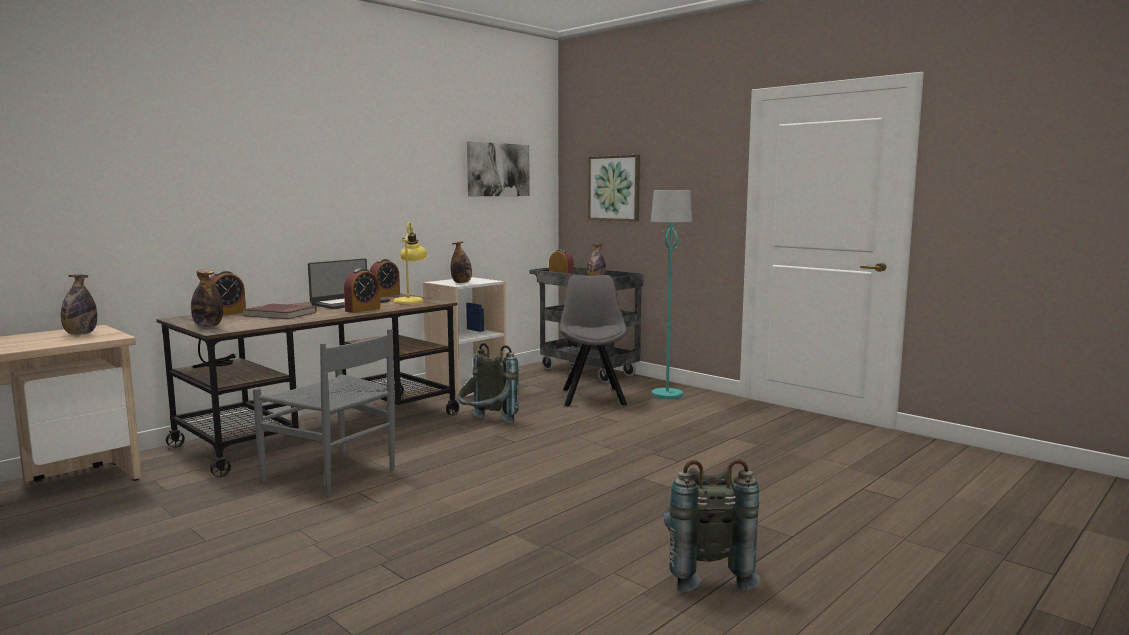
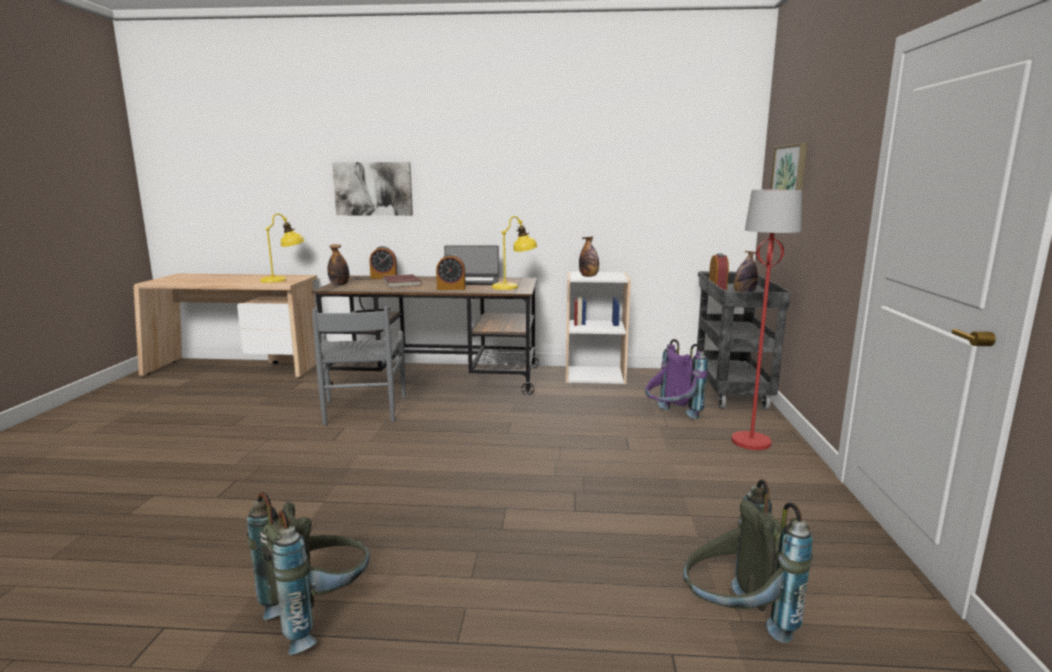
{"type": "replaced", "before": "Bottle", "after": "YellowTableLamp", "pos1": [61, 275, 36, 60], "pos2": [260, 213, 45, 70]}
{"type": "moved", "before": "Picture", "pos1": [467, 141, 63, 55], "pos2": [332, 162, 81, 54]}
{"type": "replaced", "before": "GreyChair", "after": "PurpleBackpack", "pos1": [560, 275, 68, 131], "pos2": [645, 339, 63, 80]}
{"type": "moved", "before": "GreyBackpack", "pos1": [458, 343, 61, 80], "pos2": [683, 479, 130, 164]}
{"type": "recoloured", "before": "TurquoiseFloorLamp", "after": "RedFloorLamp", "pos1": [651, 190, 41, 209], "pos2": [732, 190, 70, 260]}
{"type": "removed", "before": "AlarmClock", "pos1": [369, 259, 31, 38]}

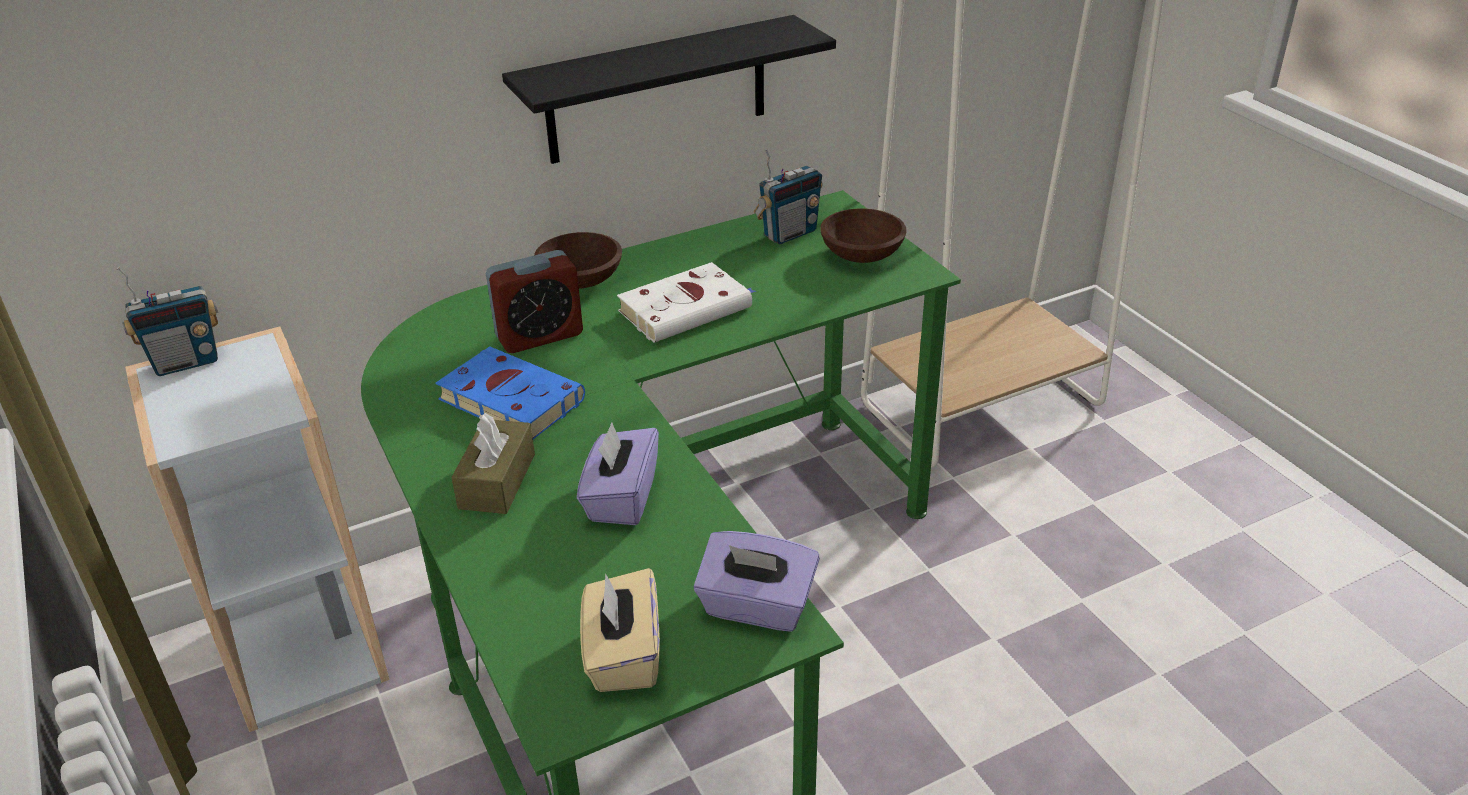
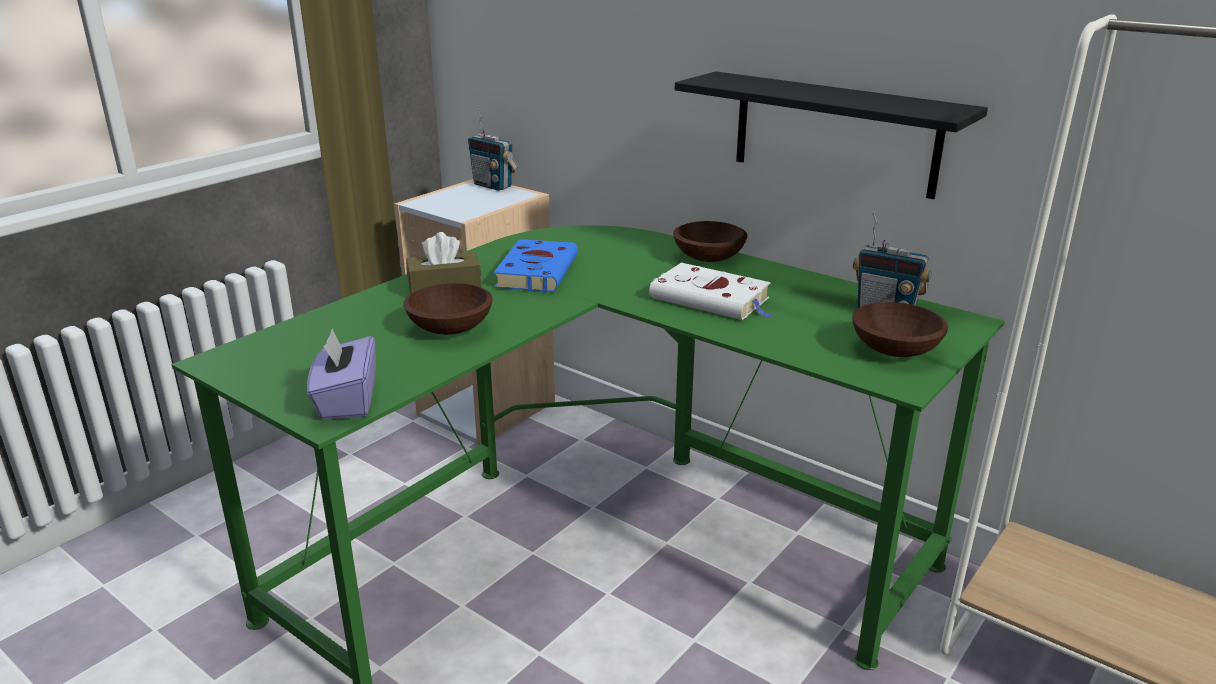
{"type": "replaced", "before": "PurpleTissueBox", "after": "BrownBowl", "pos1": [577, 422, 82, 103], "pos2": [403, 283, 90, 52]}
{"type": "removed", "before": "AlarmClock", "pos1": [486, 250, 97, 103]}
{"type": "removed", "before": "BeigeTissueBox", "pos1": [580, 568, 80, 124]}

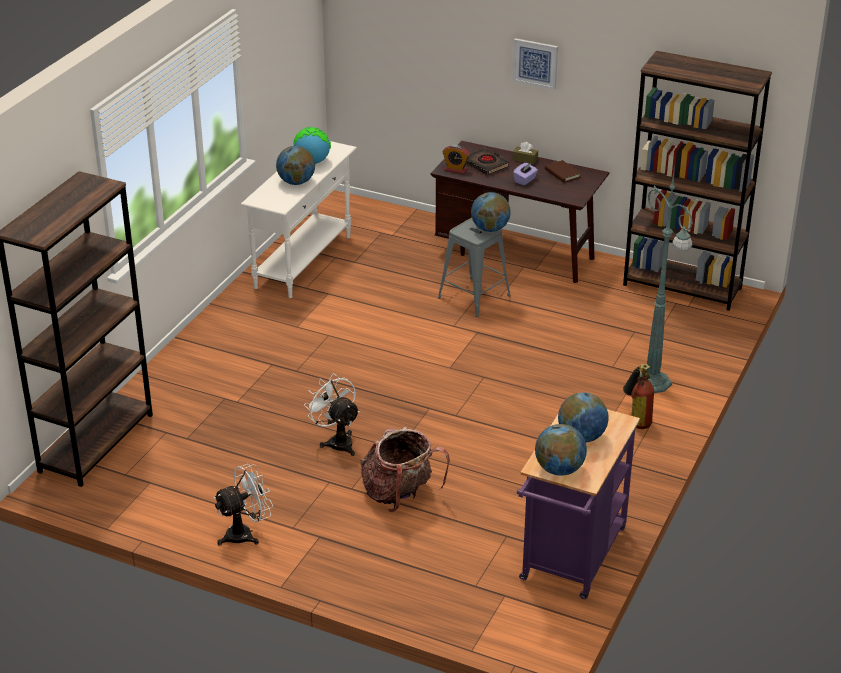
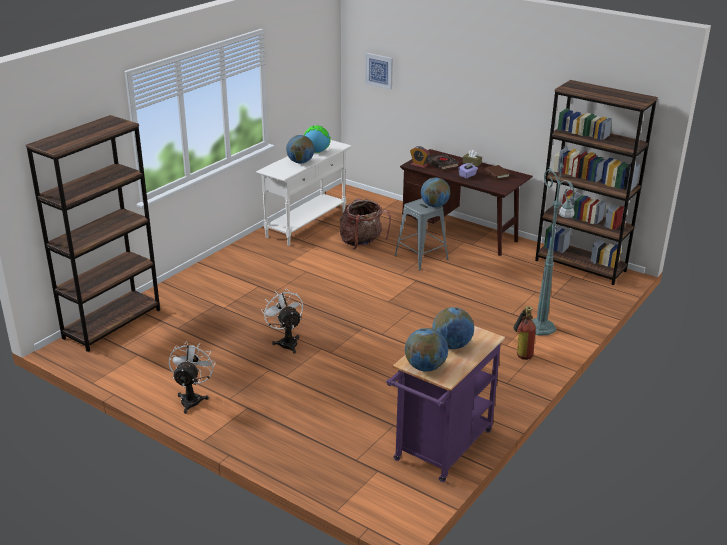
{"type": "turned", "before": "WhiteFan", "pos1": [213, 464, 60, 81], "pos2": [169, 341, 47, 73], "turn": -60}
{"type": "moved", "before": "Backpack", "pos1": [361, 427, 89, 85], "pos2": [339, 199, 52, 50]}
{"type": "moved", "before": "Picture", "pos1": [512, 38, 46, 52], "pos2": [365, 53, 28, 37]}

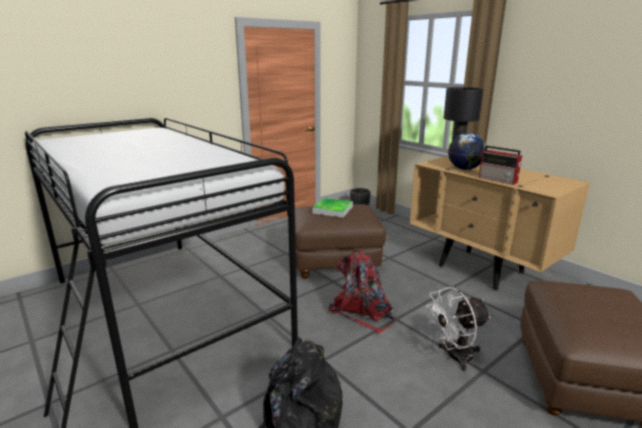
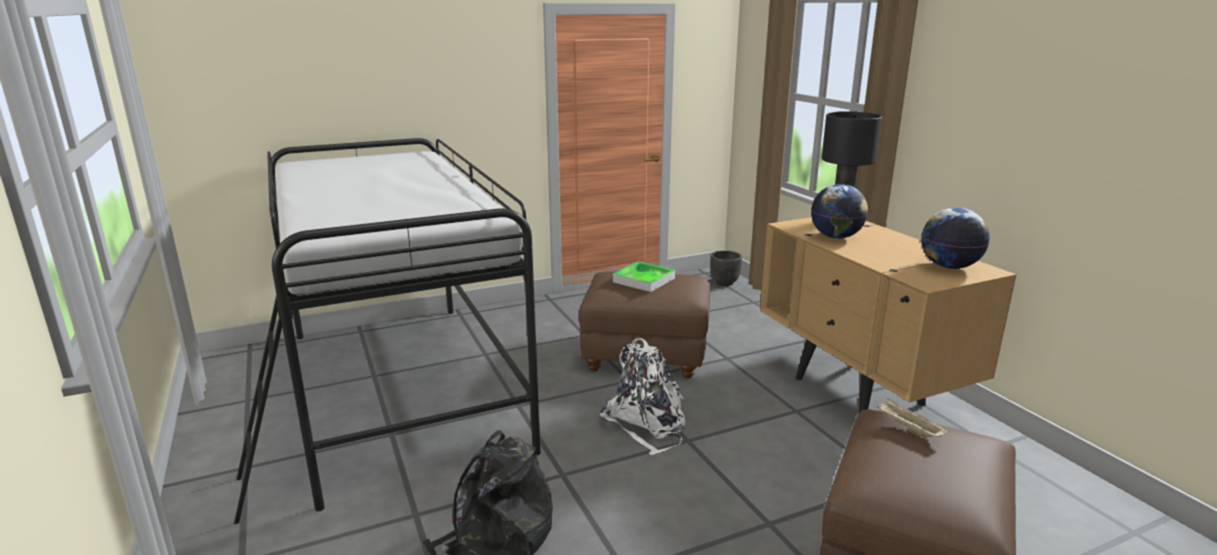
{"type": "recoloured", "before": "RedBackpack", "after": "WhiteBackpack", "pos1": [328, 250, 67, 84], "pos2": [600, 338, 85, 117]}
{"type": "added", "after": "BeigeTray", "pos2": [877, 398, 72, 39]}
{"type": "added", "after": "Globe", "pos2": [921, 207, 69, 62]}
{"type": "removed", "before": "WhiteFan", "pos1": [426, 287, 65, 85]}
{"type": "removed", "before": "Radio", "pos1": [479, 145, 43, 40]}

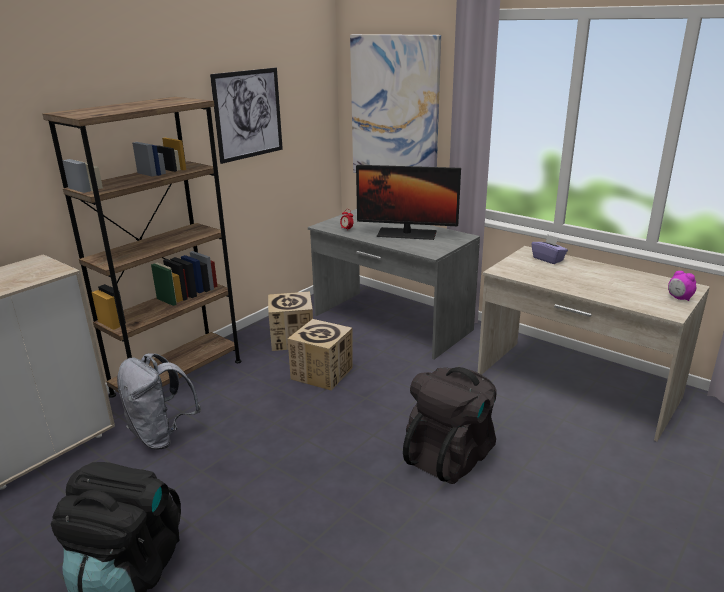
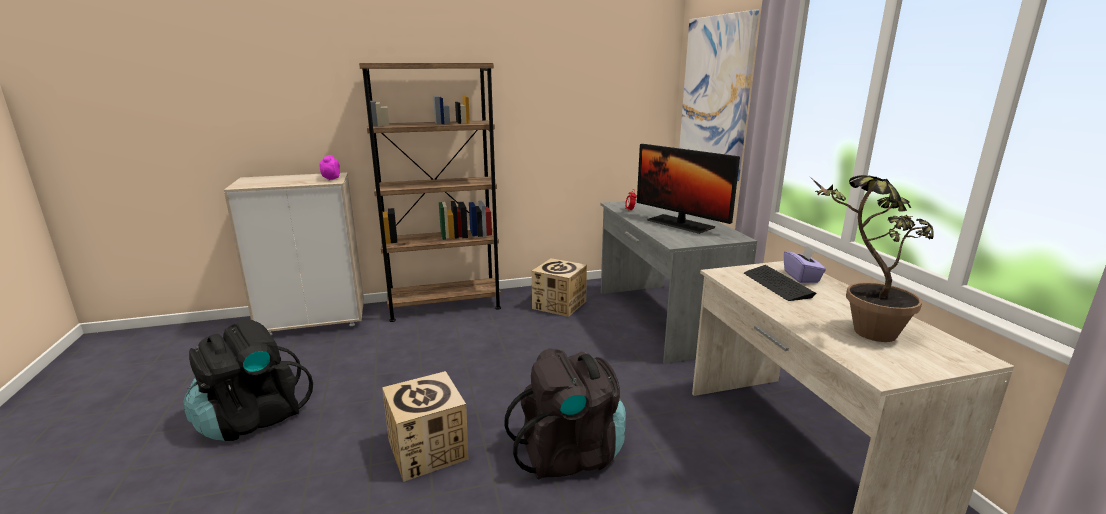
{"type": "moved", "before": "AlarmClock", "pos1": [668, 271, 28, 30], "pos2": [319, 155, 21, 25]}
{"type": "moved", "before": "CardboardBox", "pos1": [288, 319, 65, 71], "pos2": [382, 371, 86, 111]}
{"type": "added", "after": "Keyboard", "pos2": [744, 265, 72, 36]}
{"type": "added", "after": "PottedPlant", "pos2": [809, 175, 125, 167]}
{"type": "removed", "before": "GreyBackpack", "pos1": [117, 353, 84, 96]}
{"type": "removed", "before": "Picture", "pos1": [210, 68, 73, 96]}

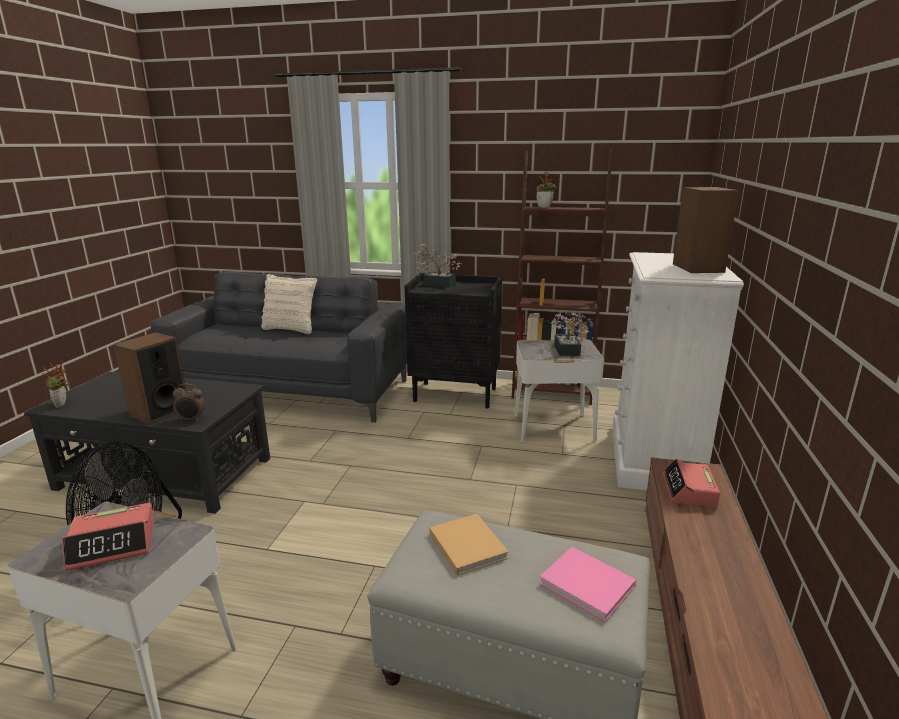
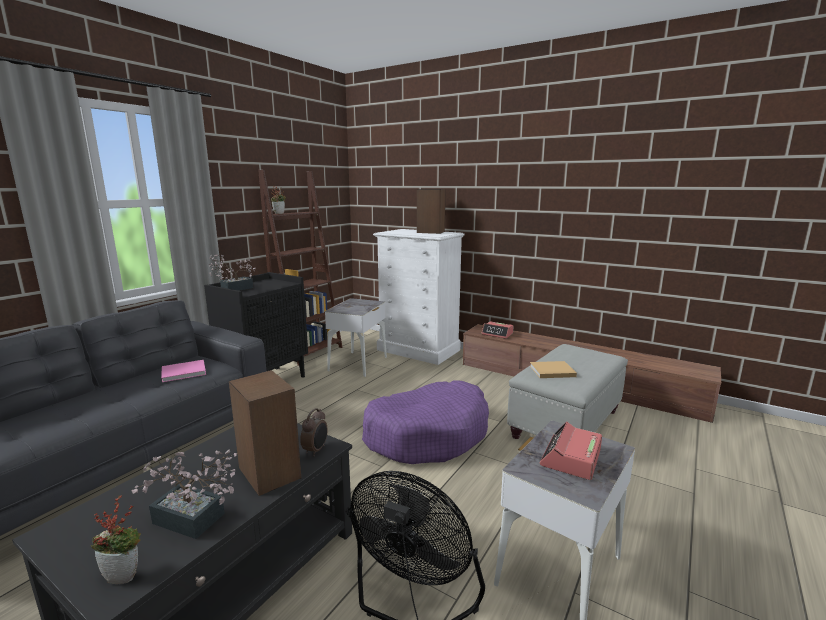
{"type": "moved", "before": "PottedPlant", "pos1": [550, 311, 43, 45], "pos2": [132, 449, 105, 90]}
{"type": "moved", "before": "PinkBook", "pos1": [539, 547, 97, 75], "pos2": [161, 360, 45, 22]}
{"type": "added", "after": "PurpleDogBed", "pos2": [362, 380, 127, 84]}
{"type": "turned", "before": "AlarmClock", "pos1": [62, 503, 93, 68], "pos2": [540, 422, 62, 58], "turn": -150}
{"type": "removed", "before": "BeigePillow", "pos1": [261, 274, 56, 60]}

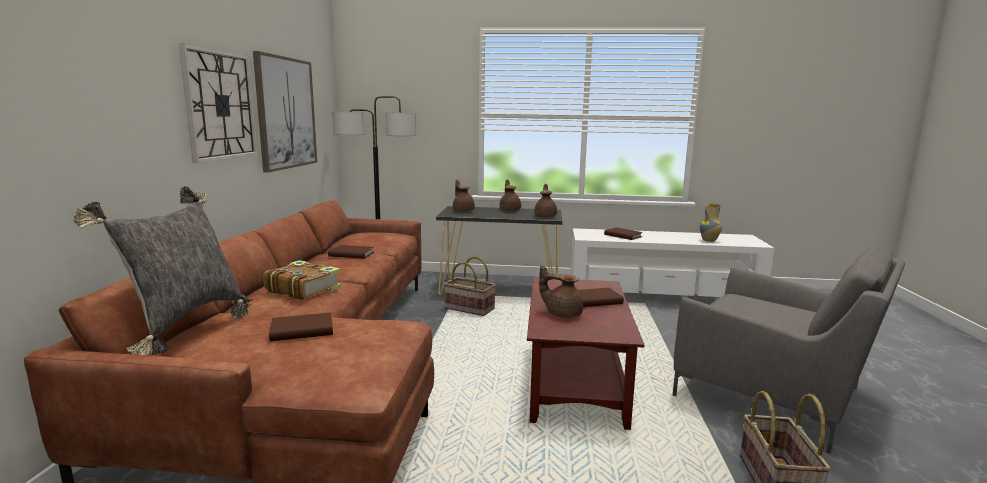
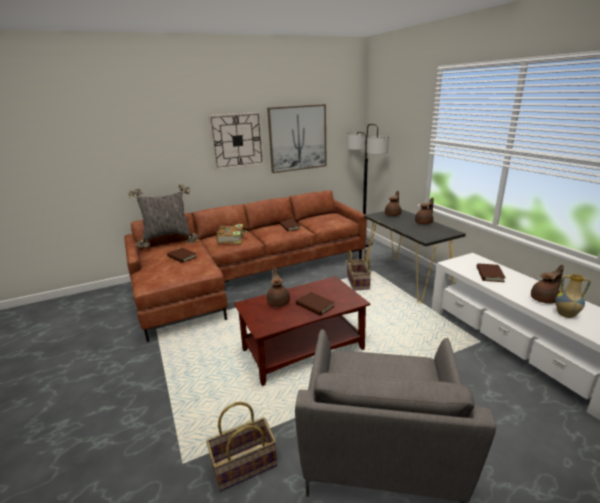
{"type": "moved", "before": "BrownTeapot", "pos1": [534, 184, 23, 34], "pos2": [531, 265, 33, 39]}

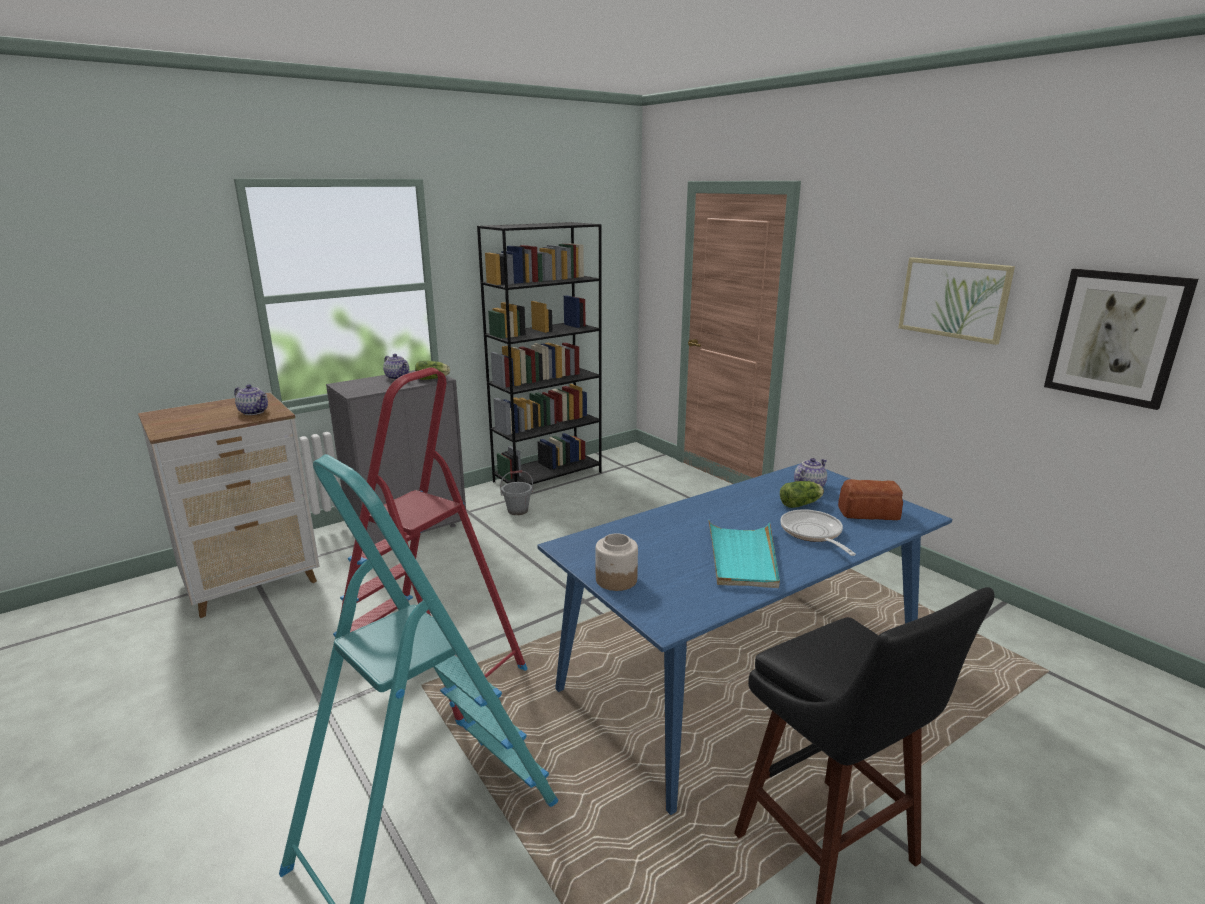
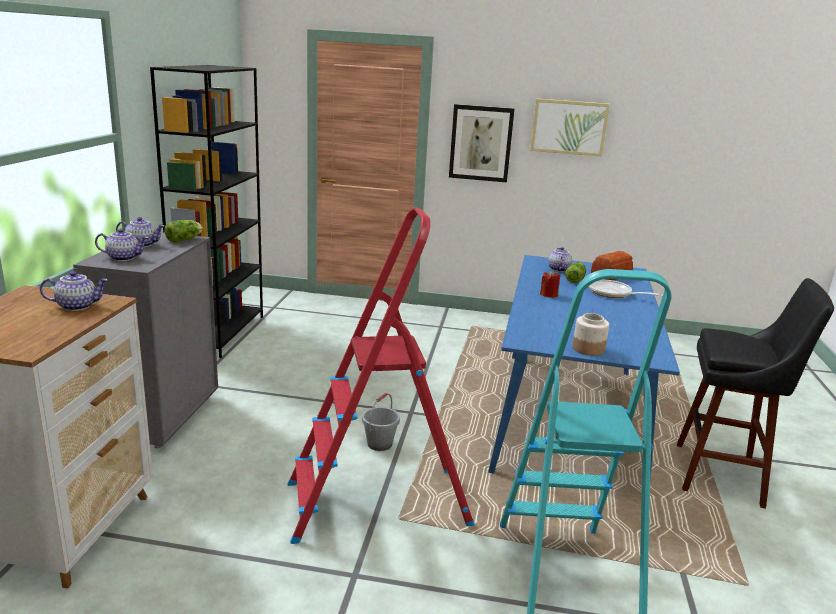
{"type": "added", "after": "Teapot", "pos2": [95, 229, 53, 32]}
{"type": "moved", "before": "GreyBucket", "pos1": [500, 470, 33, 45], "pos2": [362, 393, 38, 58]}
{"type": "moved", "before": "Picture", "pos1": [1044, 269, 154, 141], "pos2": [449, 104, 66, 78]}
{"type": "added", "after": "RedCandle", "pos2": [540, 271, 20, 27]}
{"type": "removed", "before": "TurquoiseTray", "pos1": [709, 520, 71, 68]}

